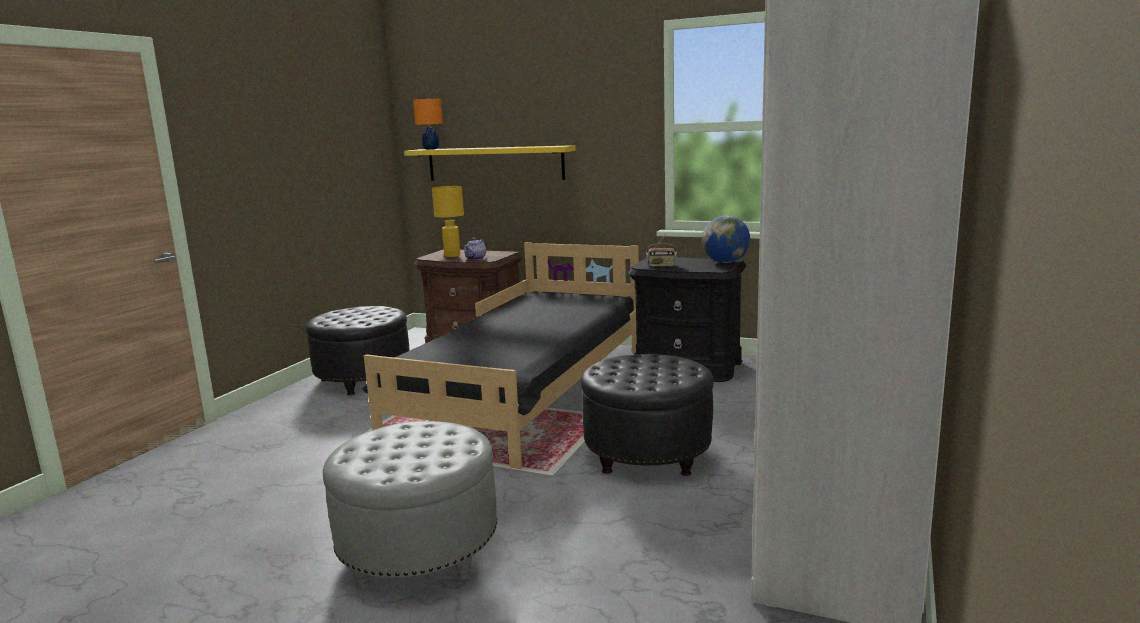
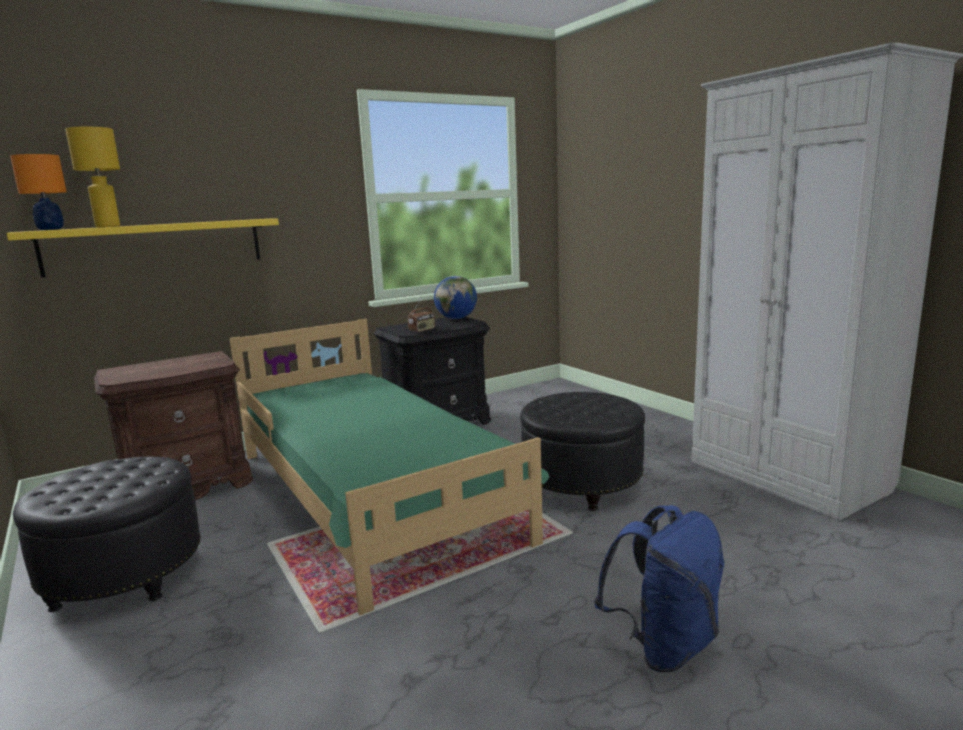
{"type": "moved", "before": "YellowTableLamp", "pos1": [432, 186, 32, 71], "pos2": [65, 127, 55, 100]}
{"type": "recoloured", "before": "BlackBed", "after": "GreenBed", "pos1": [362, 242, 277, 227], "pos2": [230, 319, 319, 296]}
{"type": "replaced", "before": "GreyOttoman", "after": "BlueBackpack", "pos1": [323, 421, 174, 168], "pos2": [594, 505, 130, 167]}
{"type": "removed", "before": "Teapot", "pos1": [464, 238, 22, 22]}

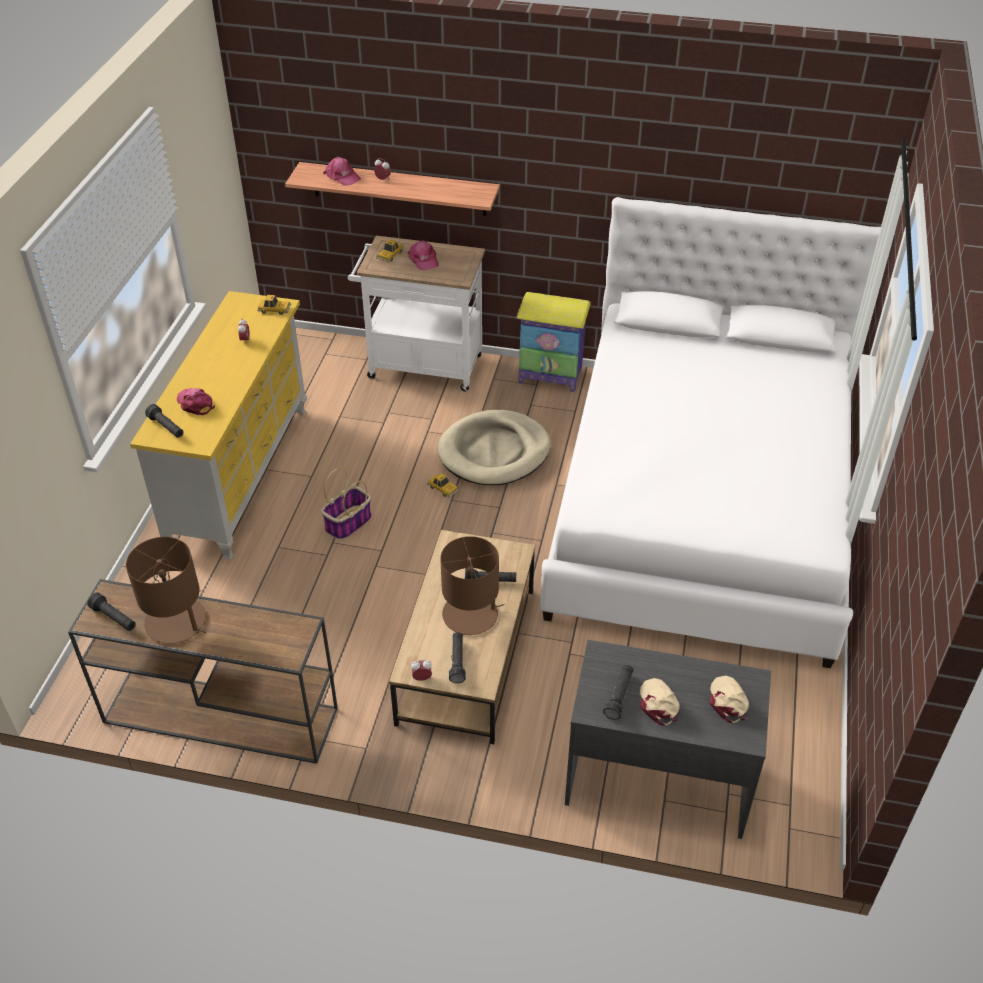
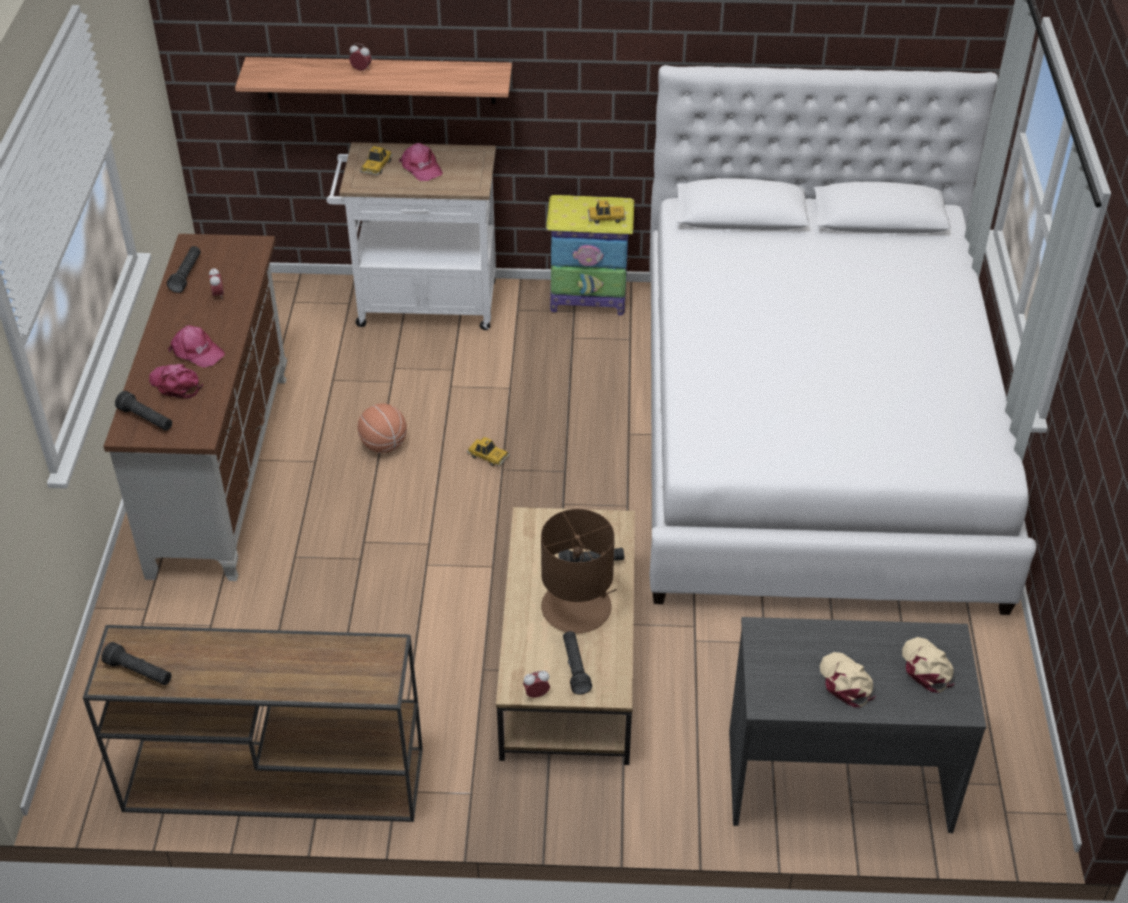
{"type": "recoloured", "before": "YellowDresser", "after": "BrownDresser", "pos1": [130, 291, 177, 269], "pos2": [104, 234, 183, 347]}
{"type": "moved", "before": "BlackFlashlight", "pos1": [603, 665, 30, 55], "pos2": [167, 246, 34, 47]}
{"type": "moved", "before": "PinkCap", "pos1": [323, 157, 38, 29], "pos2": [168, 325, 57, 43]}
{"type": "added", "after": "Basketball", "pos2": [358, 403, 49, 50]}
{"type": "moved", "before": "ToyCar", "pos1": [257, 295, 34, 20], "pos2": [588, 200, 38, 24]}
{"type": "removed", "before": "BrownTableLamp", "pos1": [126, 537, 80, 107]}
{"type": "removed", "before": "Basket", "pos1": [321, 467, 51, 73]}
{"type": "removed", "before": "BeigeDogBed", "pos1": [438, 410, 113, 75]}

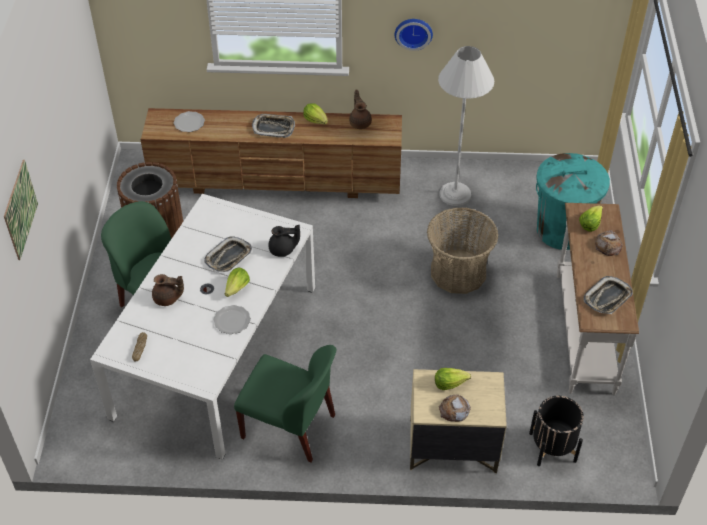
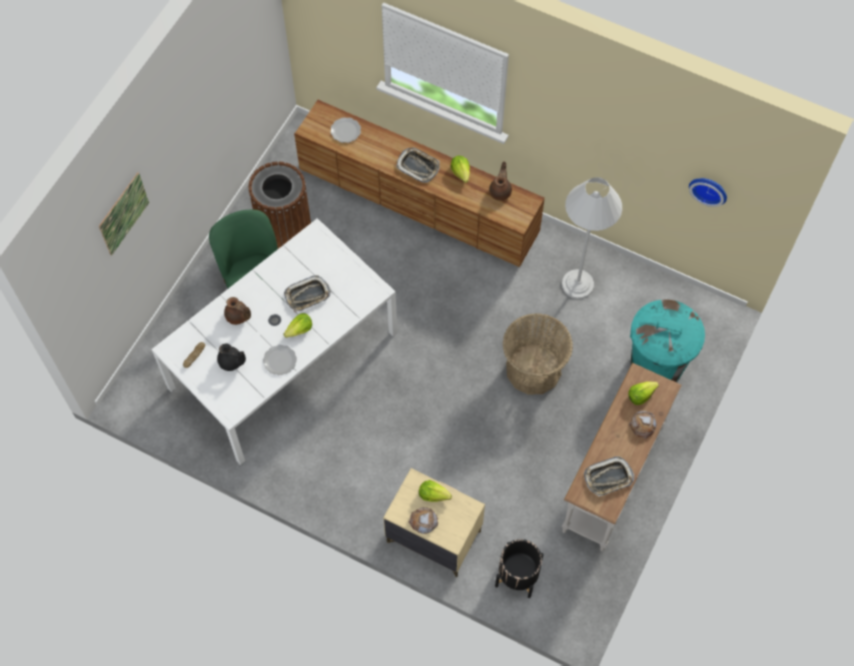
{"type": "moved", "before": "BlackTeapot", "pos1": [269, 225, 31, 32], "pos2": [217, 343, 29, 28]}
{"type": "moved", "before": "WallClock", "pos1": [395, 19, 38, 32], "pos2": [689, 178, 38, 29]}
{"type": "removed", "before": "GreenChair", "pos1": [234, 345, 103, 117]}

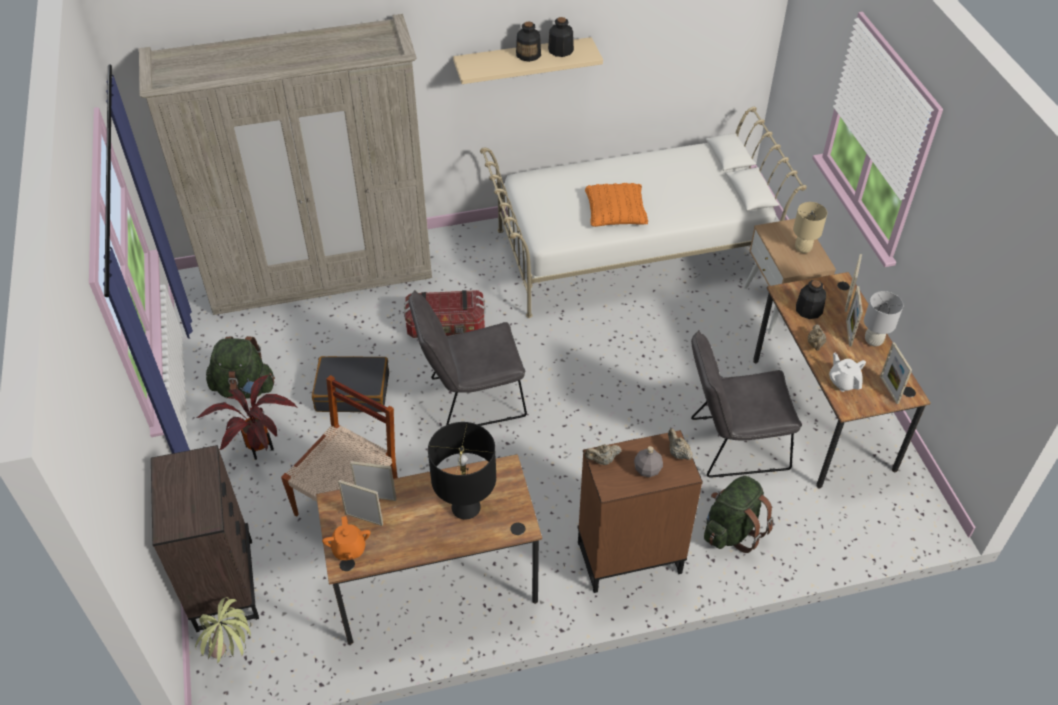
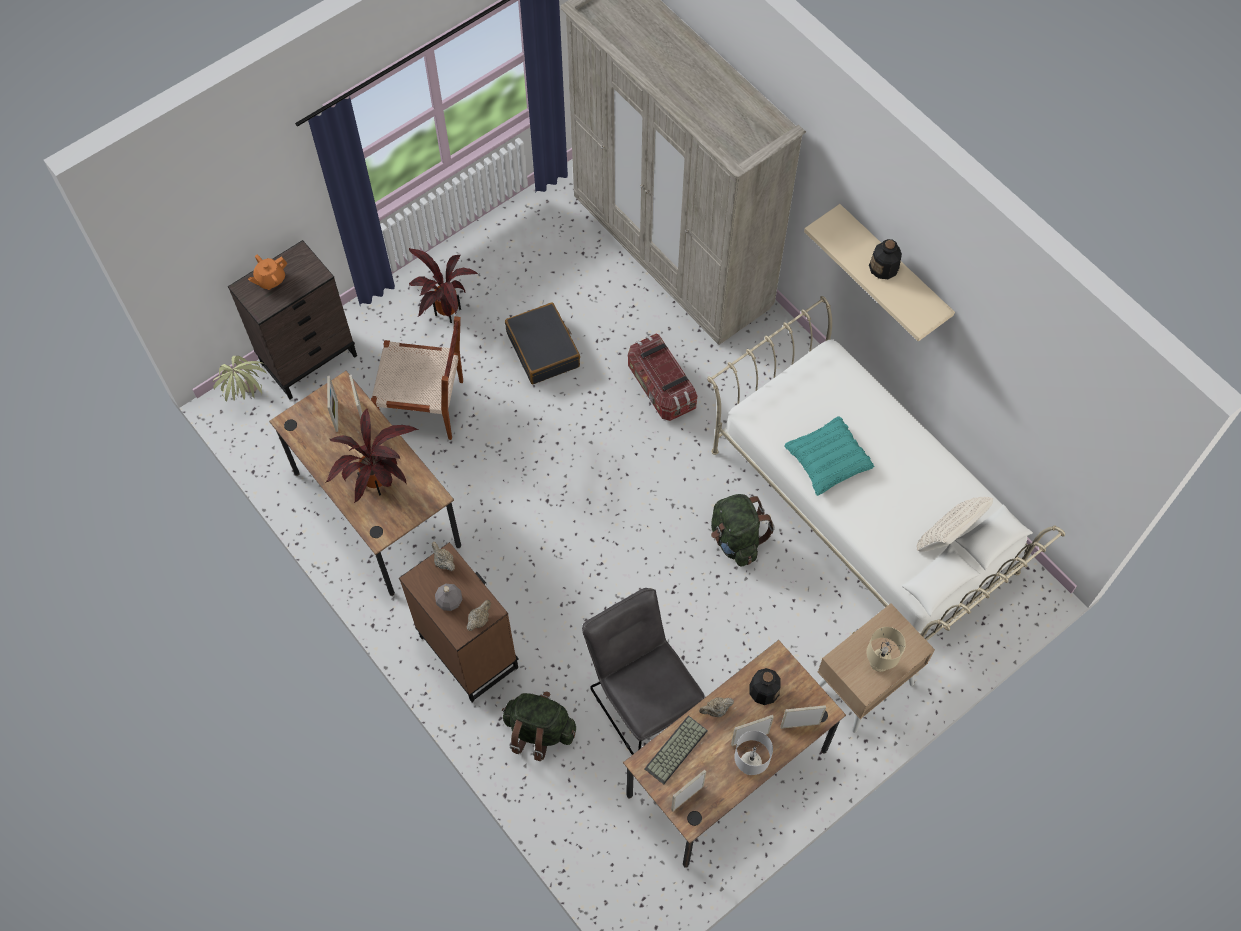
{"type": "moved", "before": "OrangeTeapot", "pos1": [322, 516, 48, 44], "pos2": [248, 255, 40, 35]}
{"type": "replaced", "before": "BlackTableLamp", "after": "PottedPlant", "pos1": [428, 422, 68, 98], "pos2": [325, 408, 94, 95]}
{"type": "replaced", "before": "WhiteTeapot", "after": "Keyboard", "pos1": [829, 352, 37, 40], "pos2": [644, 715, 64, 70]}
{"type": "moved", "before": "GreenBackpack", "pos1": [206, 336, 69, 63], "pos2": [711, 494, 64, 73]}
{"type": "recoloured", "before": "OrangePillow", "after": "TurquoisePillow", "pos1": [585, 183, 63, 44], "pos2": [784, 416, 90, 80]}
{"type": "added", "after": "BeigePillow", "pos2": [916, 497, 77, 55]}
{"type": "removed", "before": "GreyChair", "pos1": [409, 290, 118, 136]}
{"type": "removed", "before": "Bottle", "pos1": [548, 17, 26, 40]}

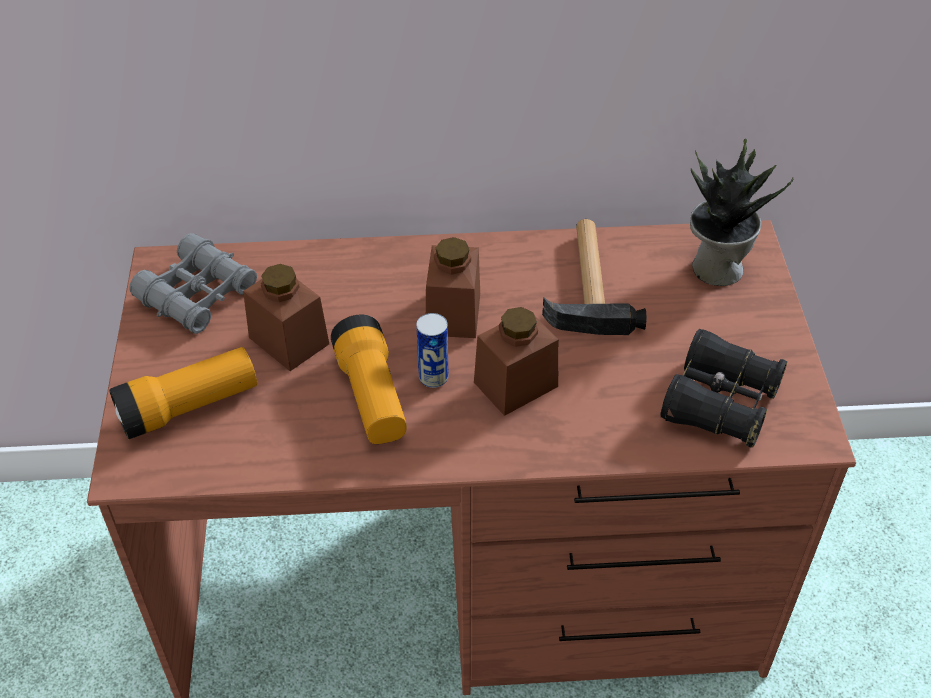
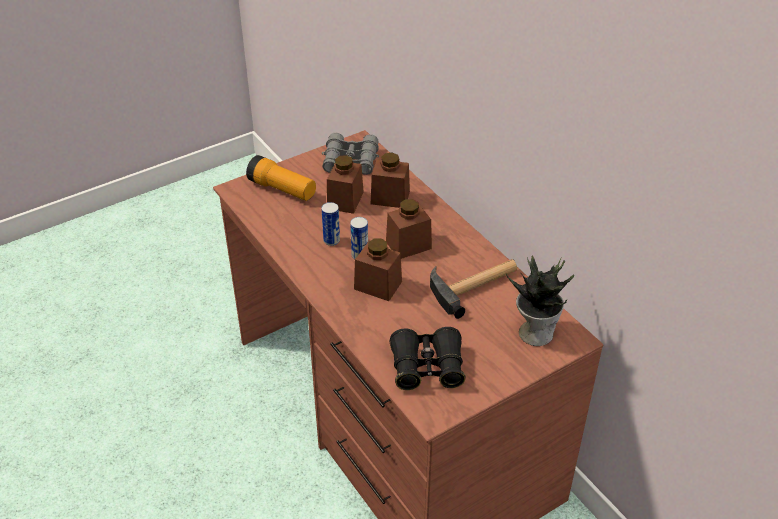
{"type": "replaced", "before": "Flashlight", "after": "Can", "pos1": [331, 315, 76, 129], "pos2": [322, 202, 18, 44]}
{"type": "added", "after": "BrownJar", "pos2": [371, 153, 39, 55]}

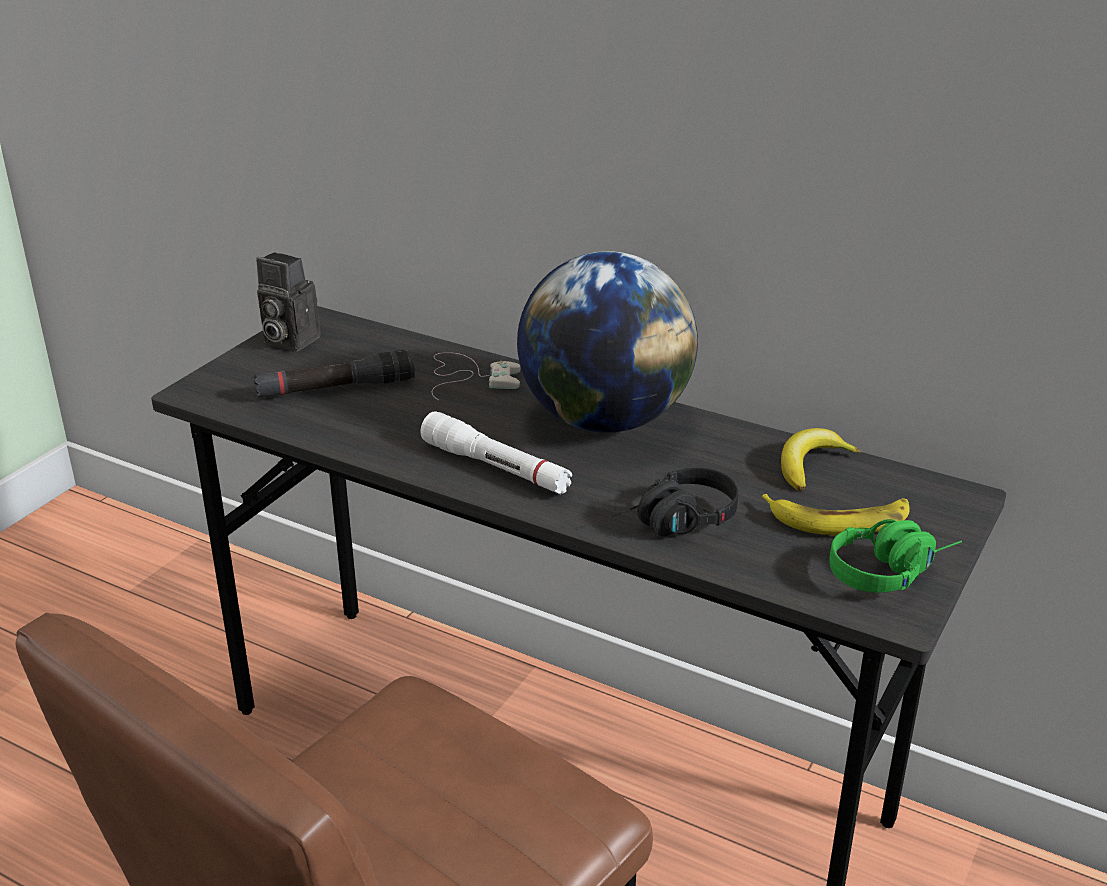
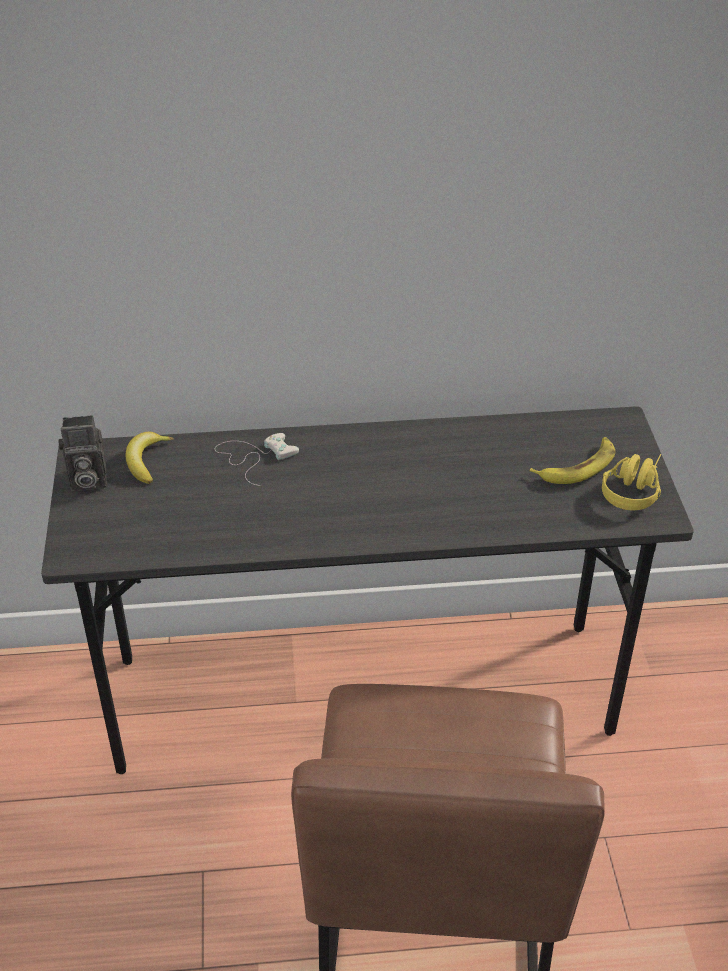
{"type": "moved", "before": "Banana", "pos1": [781, 428, 80, 63], "pos2": [126, 432, 48, 52]}
{"type": "recoloured", "before": "GreenHeadphones", "after": "YellowHeadphones", "pos1": [829, 519, 133, 74], "pos2": [602, 454, 59, 56]}
{"type": "removed", "before": "BlackFlashlight", "pos1": [254, 350, 161, 48]}
{"type": "removed", "before": "WhiteFlashlight", "pos1": [420, 411, 152, 83]}
{"type": "removed", "before": "Globe", "pos1": [517, 251, 181, 181]}
{"type": "removed", "before": "BlackHeadphones", "pos1": [611, 468, 127, 68]}

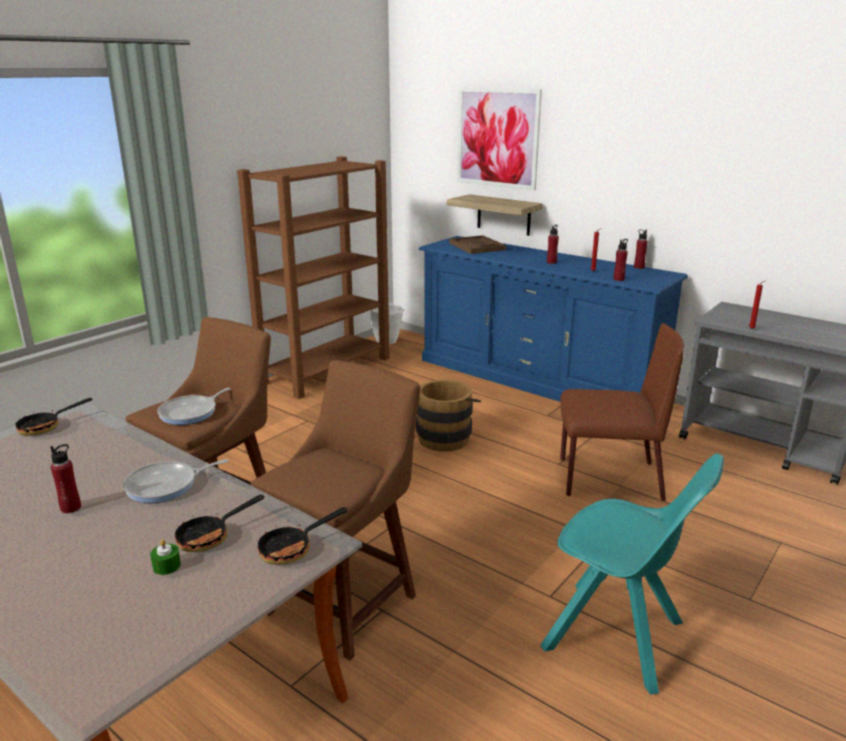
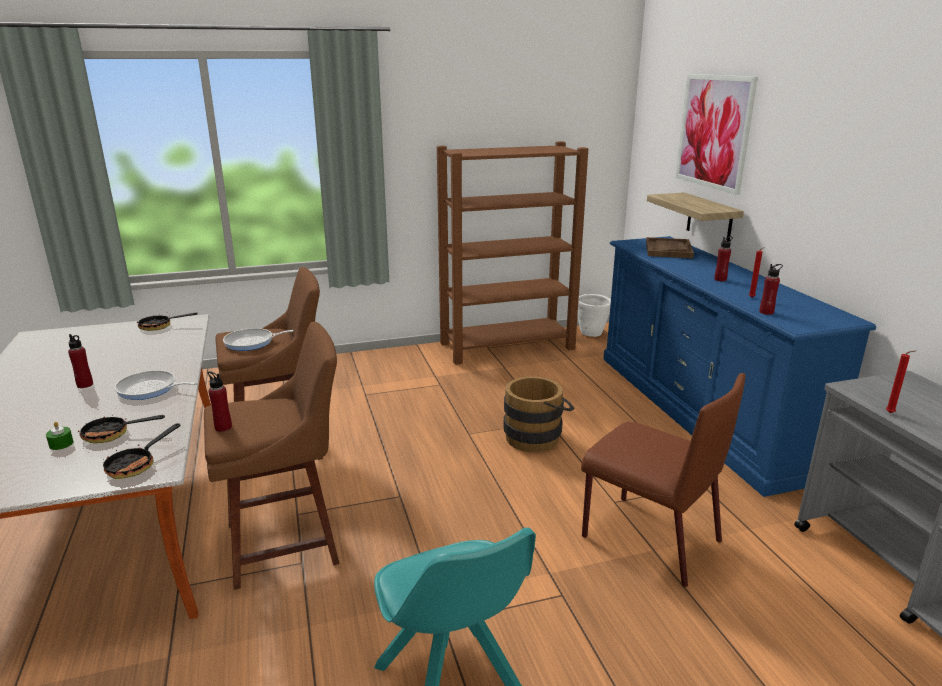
{"type": "turned", "before": "FryingPan", "pos1": [258, 507, 89, 57], "pos2": [103, 423, 77, 56], "turn": -60}
{"type": "moved", "before": "RedBottle", "pos1": [634, 229, 14, 40], "pos2": [208, 371, 24, 61]}

